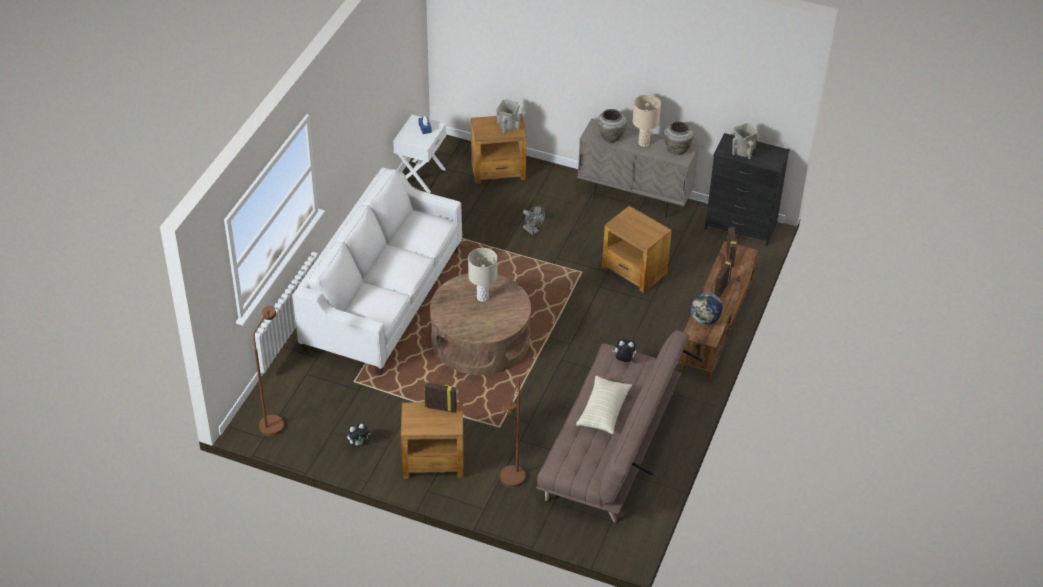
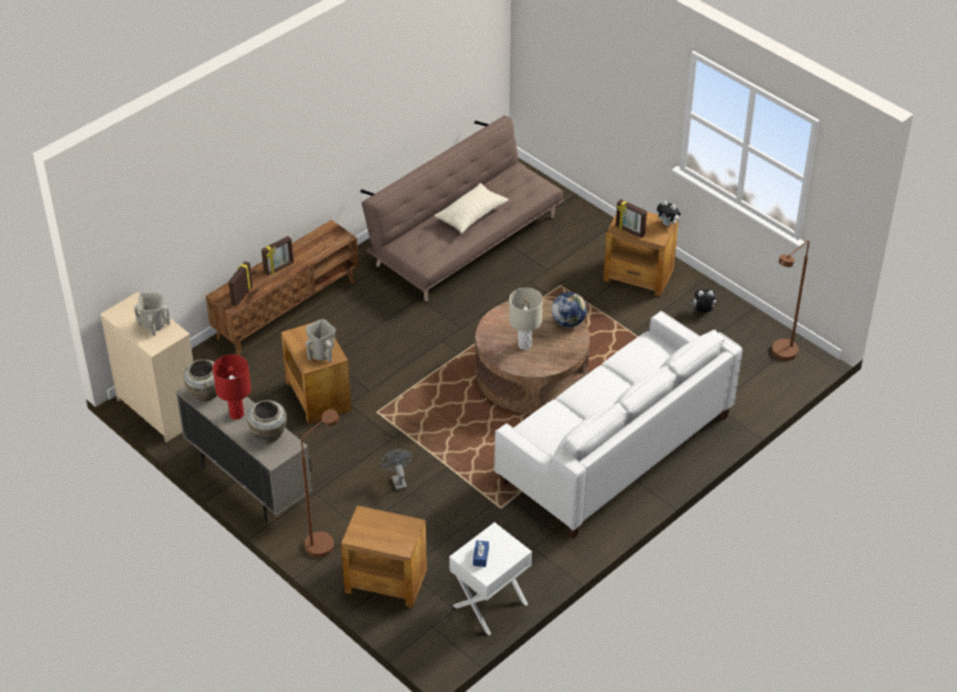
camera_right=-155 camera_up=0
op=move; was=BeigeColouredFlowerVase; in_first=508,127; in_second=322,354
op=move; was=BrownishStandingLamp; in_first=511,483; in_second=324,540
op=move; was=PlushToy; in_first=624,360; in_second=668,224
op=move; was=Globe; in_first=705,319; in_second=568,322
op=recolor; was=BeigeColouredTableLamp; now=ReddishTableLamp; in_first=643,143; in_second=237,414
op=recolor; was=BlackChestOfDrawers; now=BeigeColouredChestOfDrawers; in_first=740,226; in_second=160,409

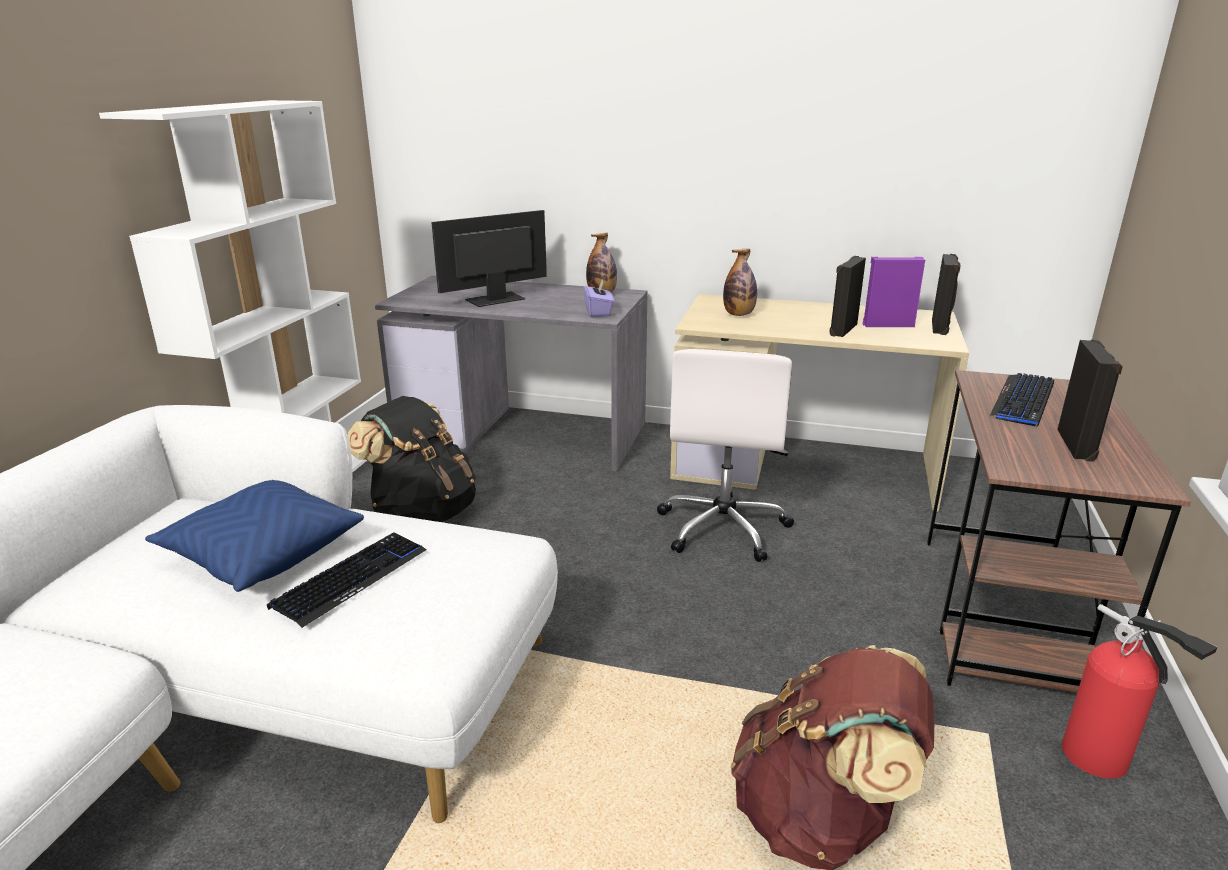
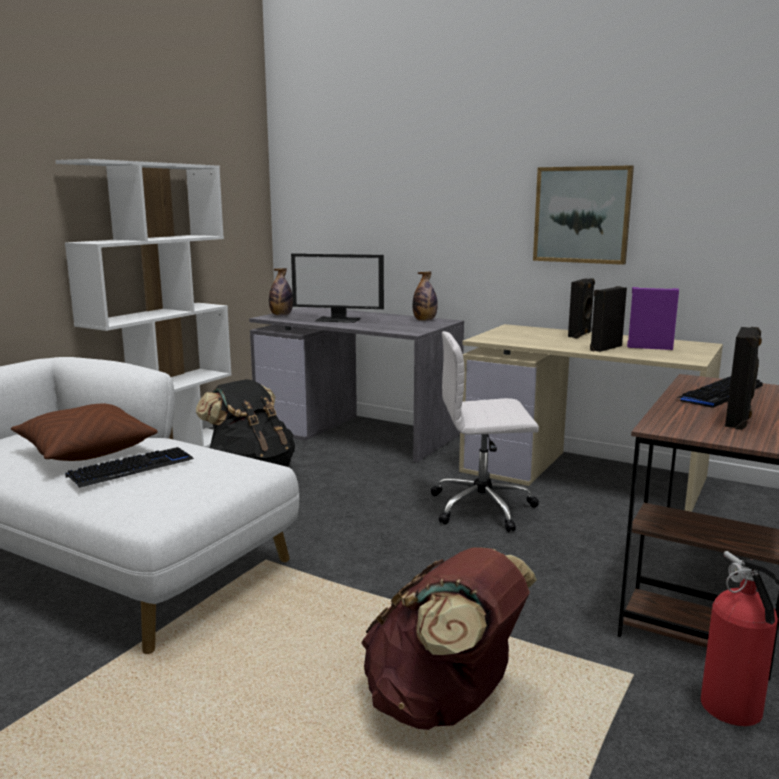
camera_right=15 camera_up=-10
op=delete; was=PurplishTissueHolder; in_first=598,312
op=insert; now=Picture; in_second=582,215
op=move; was=DrinkBottle; in_first=739,314; in_second=281,315
op=move; was=BlackLoudspeaker; in_first=940,327; in_second=580,335
op=recolor; was=BluePillow; now=BrownishPillow; in_first=262,553; in_second=85,450
op=rotate; was=ComputerDisplay; in_first=495,300; in_second=338,319; clockwise=-150
op=rotate; was=WhitishDeskChair; in_first=723,527; in_second=484,507; clockwise=60

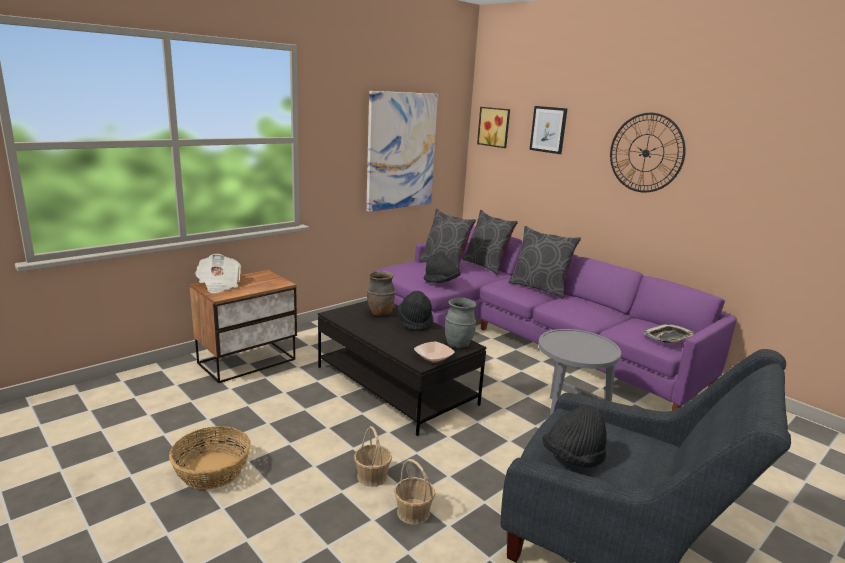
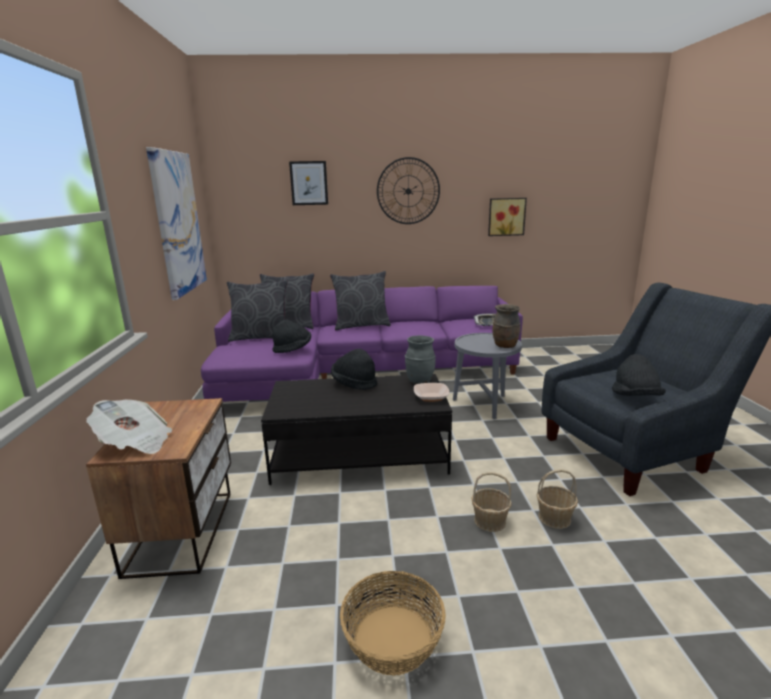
camera_right=-50 camera_up=0
op=move; was=BrownishFlowerVase; in_first=380,313; in_second=505,346
op=move; was=Picture; in_first=494,127; in_second=506,216

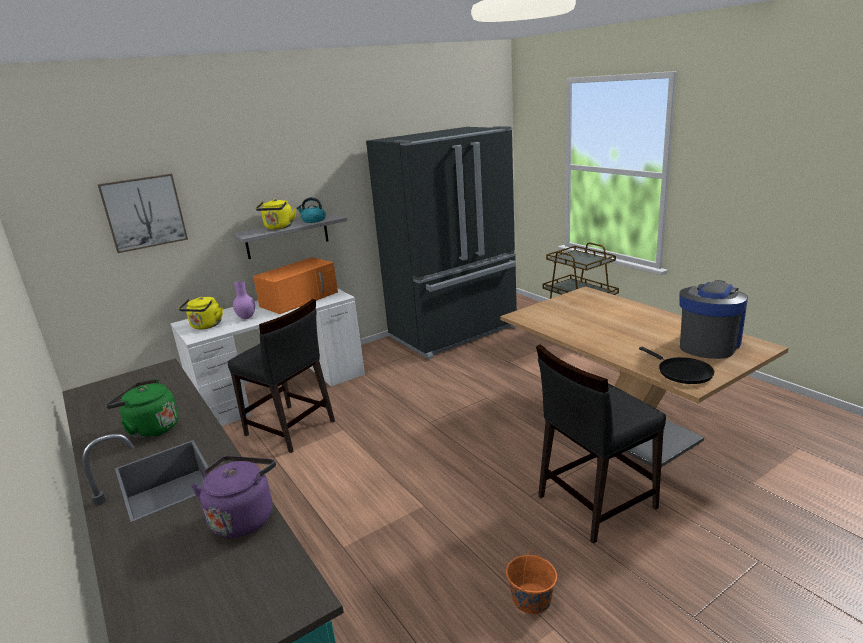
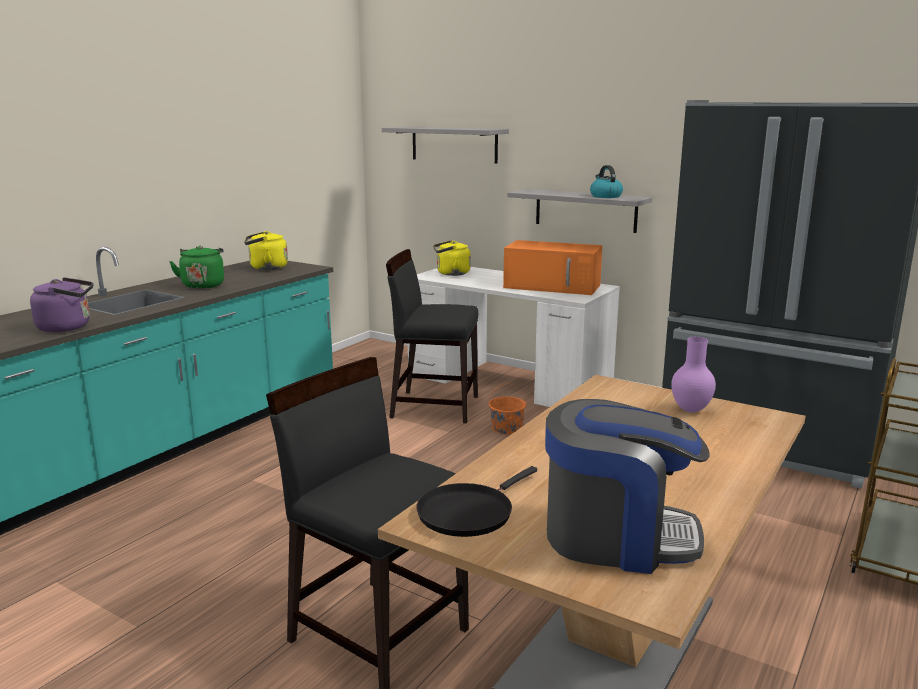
camera_right=65 camera_up=-5
op=move; was=PurplishFlowerVase; in_first=246,318; in_second=690,409
op=move; was=YellowishWaterKettle; in_first=278,227; in_second=266,268
op=move; was=OrangeBucket; in_first=531,599; in_second=506,429
op=replace; was=Picture; now=GreyShelf; in_first=144,212; in_second=454,144
op=rotate; was=BlackChair; in_first=290,428; in_second=434,406; clockwise=90

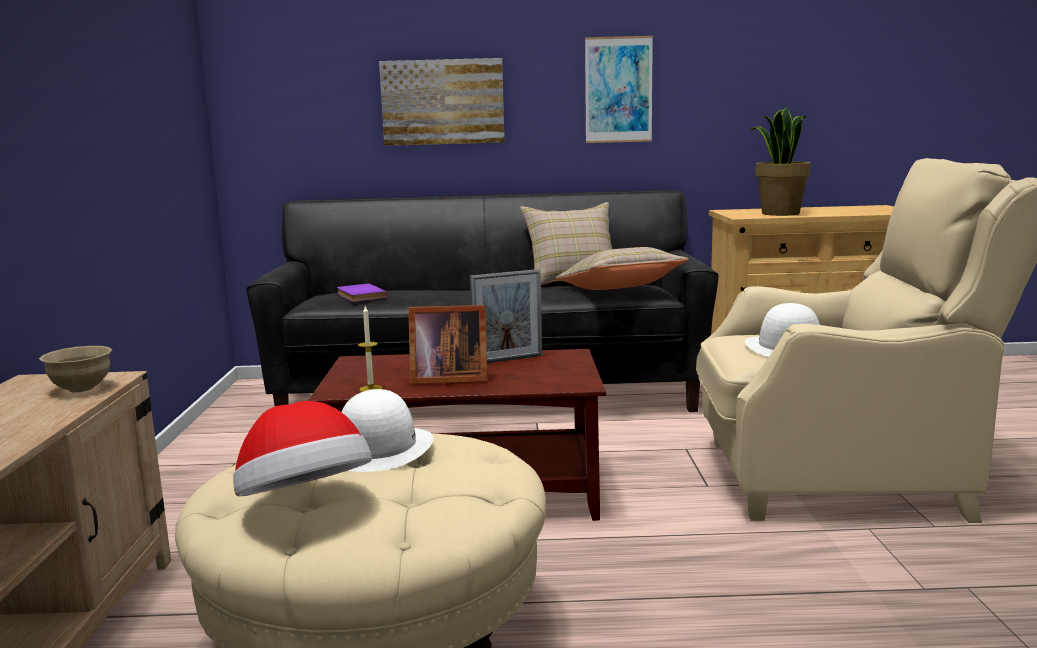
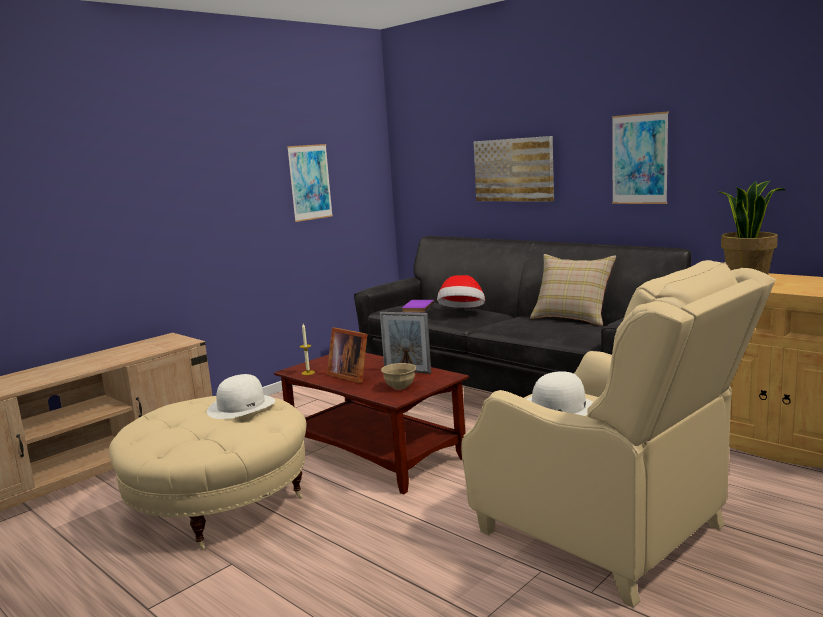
camera_right=45 camera_up=0
op=delete; was=BeigeColouredPillow; in_first=619,290
op=insert; now=Picture; in_second=310,182
op=move; was=BeigeColouredDeepDish; in_first=81,389; in_second=400,387
op=move; was=ClothingHat; in_first=305,504; in_second=462,312

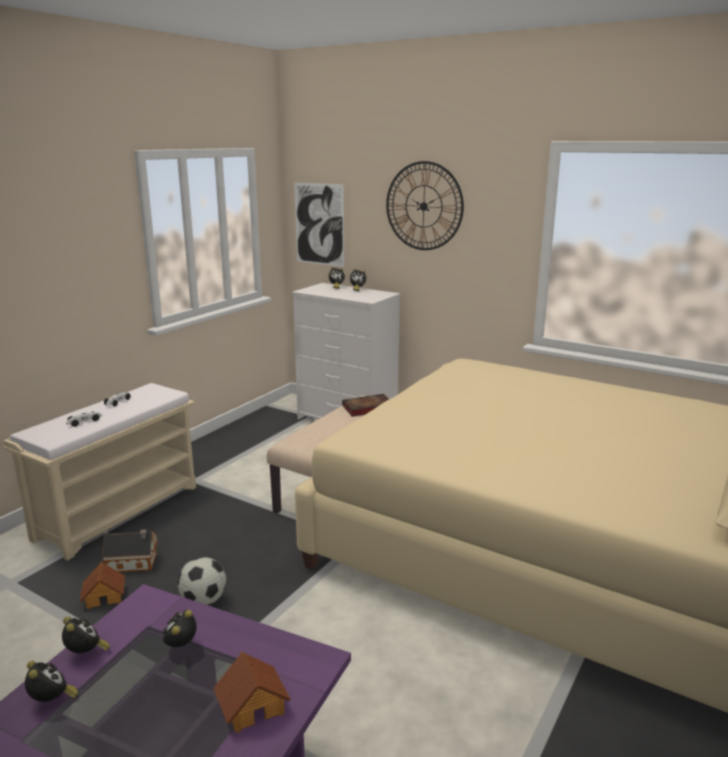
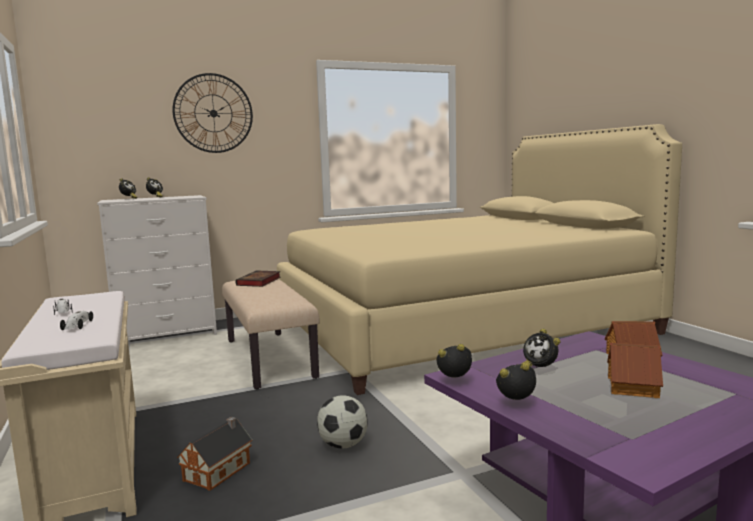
camera_right=-55 camera_up=-10
op=delete; was=Picture; in_first=319,224
op=move; was=AlarmClock; in_first=52,701; in_second=455,381
op=move; was=ToyHouse; in_first=104,596; in_second=631,387

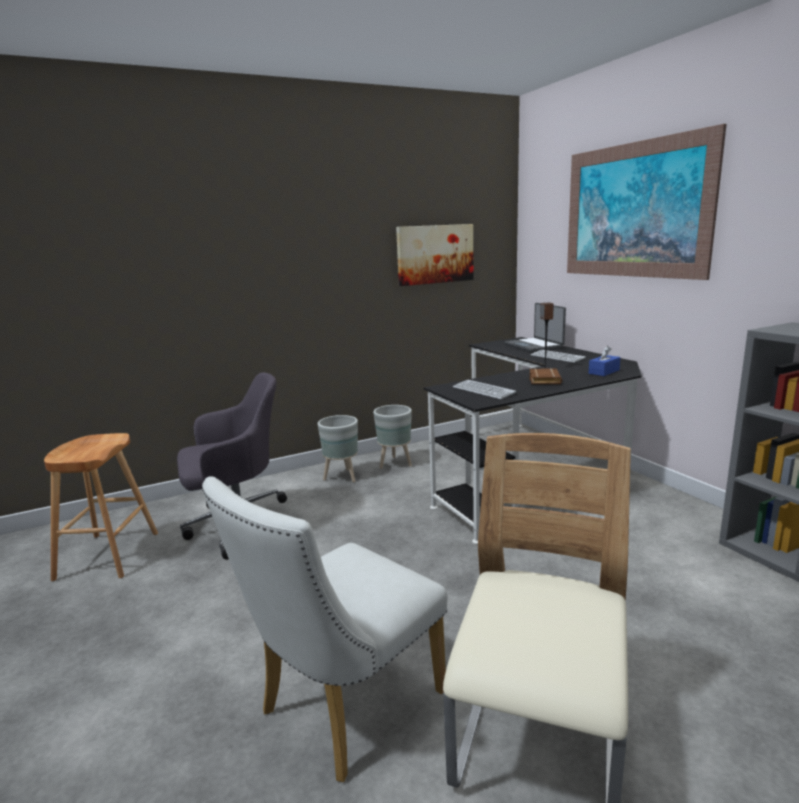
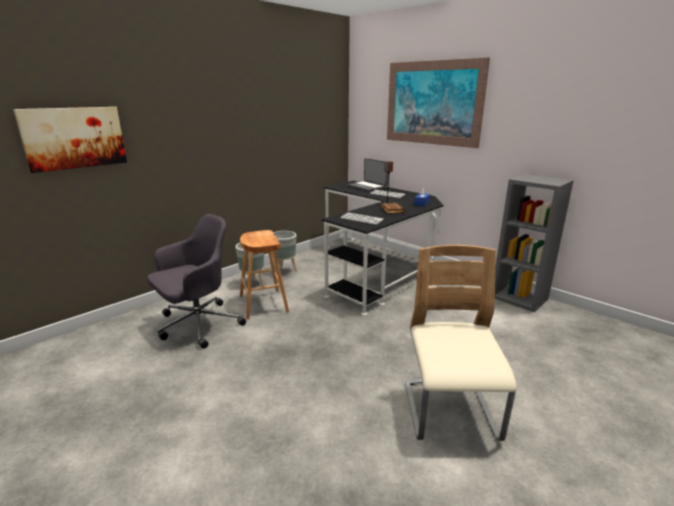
camera_right=-20 camera_up=5
op=delete; was=WhitishChair; in_first=342,709
op=move; was=BrownishStoolSeat; in_first=108,556; in_second=263,304
op=move; was=Picture; in_first=435,254; in_second=74,138

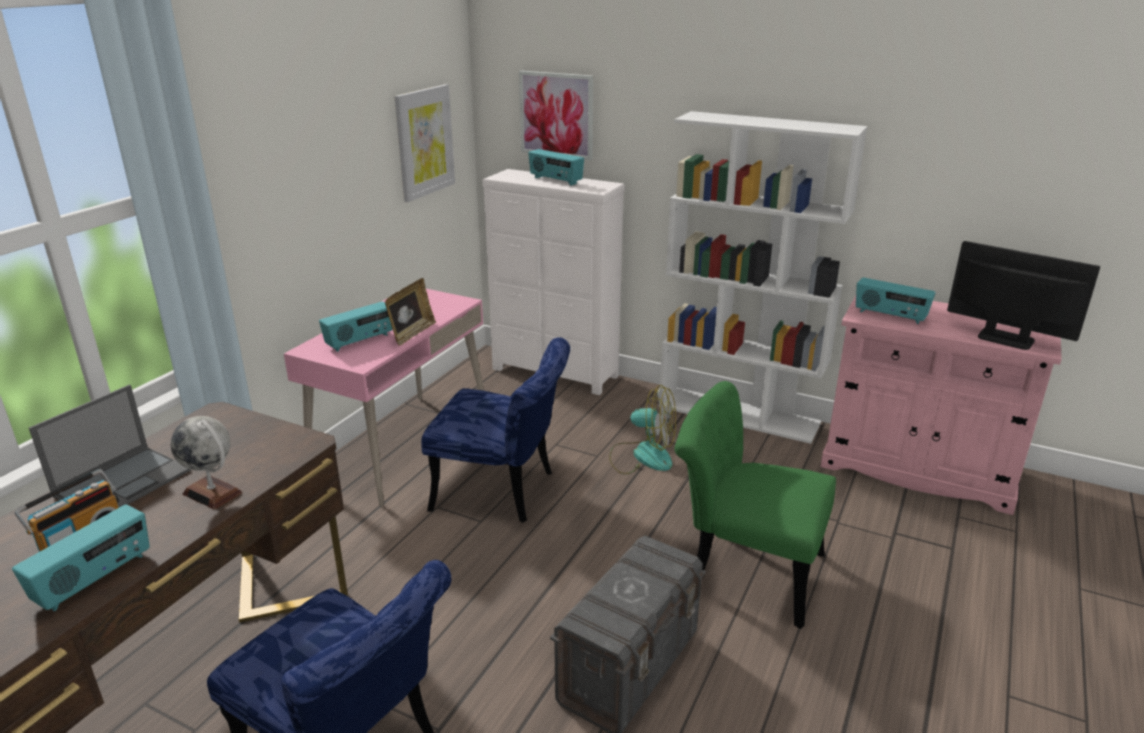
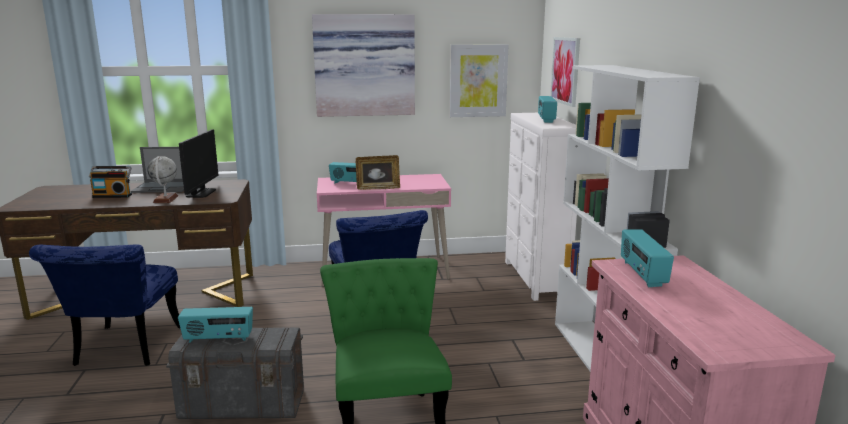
camera_right=55 camera_up=-10
op=delete; was=ElectricFan; in_first=642,456
op=insert; now=Picture; in_second=364,65
op=move; was=RadioReceiver; in_first=95,579; in_second=218,339
op=move; was=ComputerDisplay; in_first=1005,339; in_second=201,193

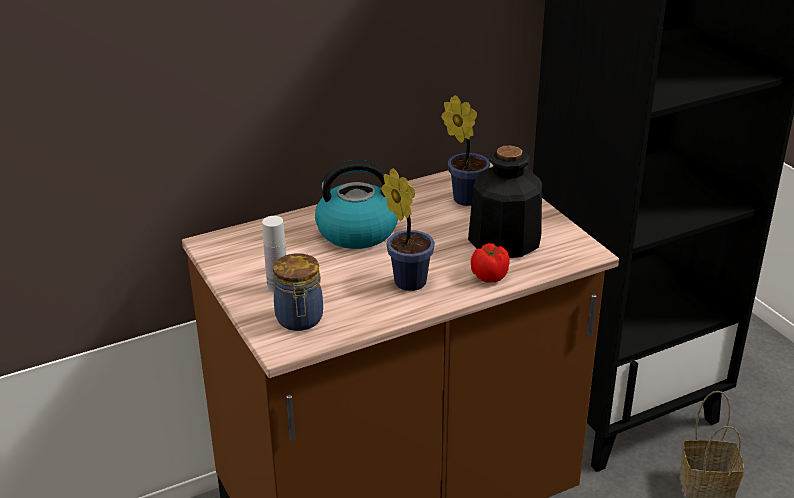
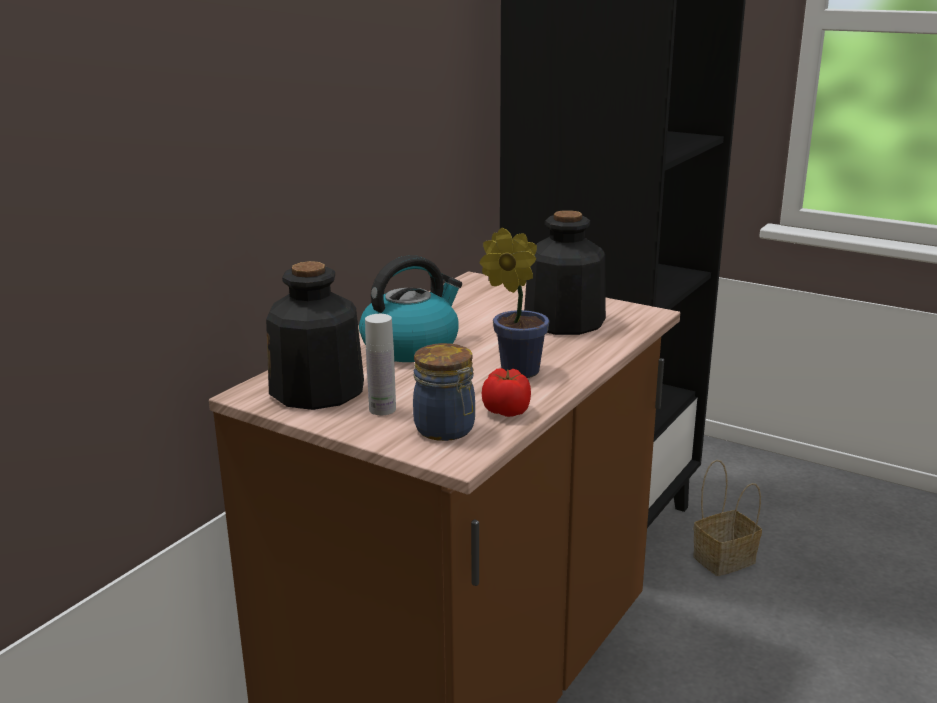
camera_right=-30 camera_up=-10
op=delete; was=PlantInAPot; in_first=464,197
op=insert; now=DrinkBottle; in_second=317,391
op=move; was=FreshTomato; in_first=490,276; in_second=507,410

